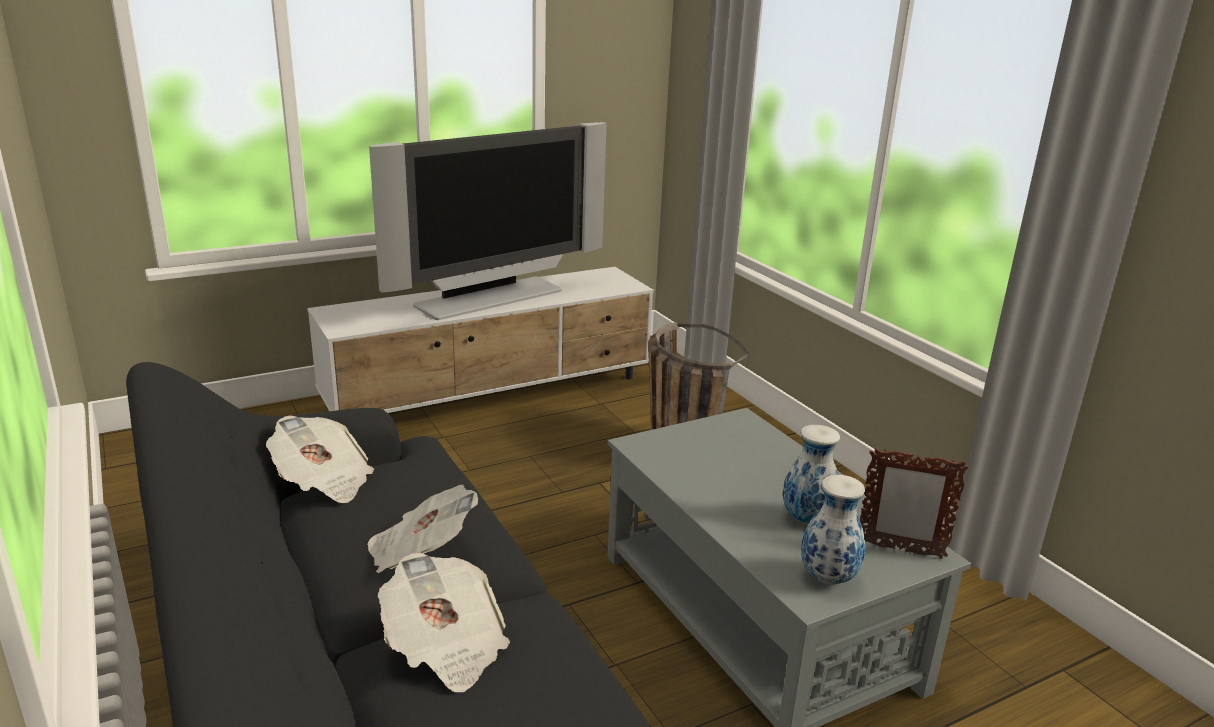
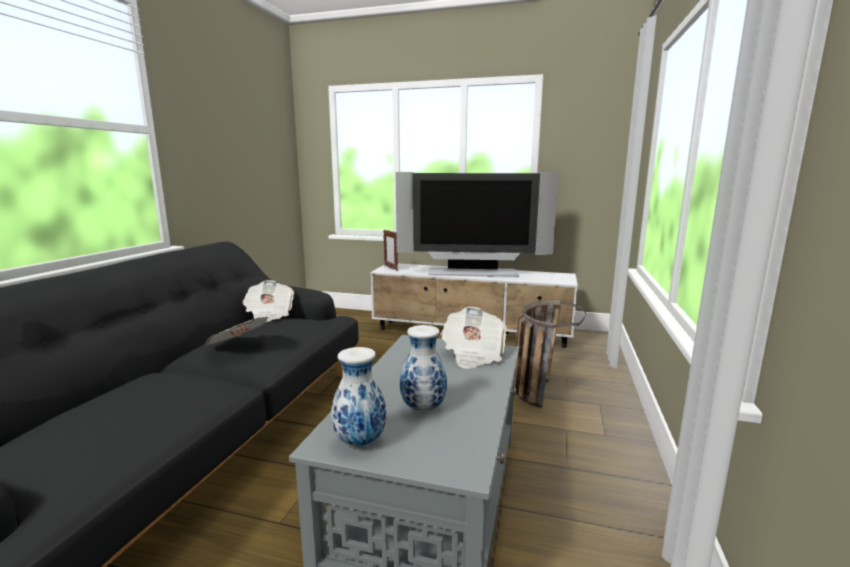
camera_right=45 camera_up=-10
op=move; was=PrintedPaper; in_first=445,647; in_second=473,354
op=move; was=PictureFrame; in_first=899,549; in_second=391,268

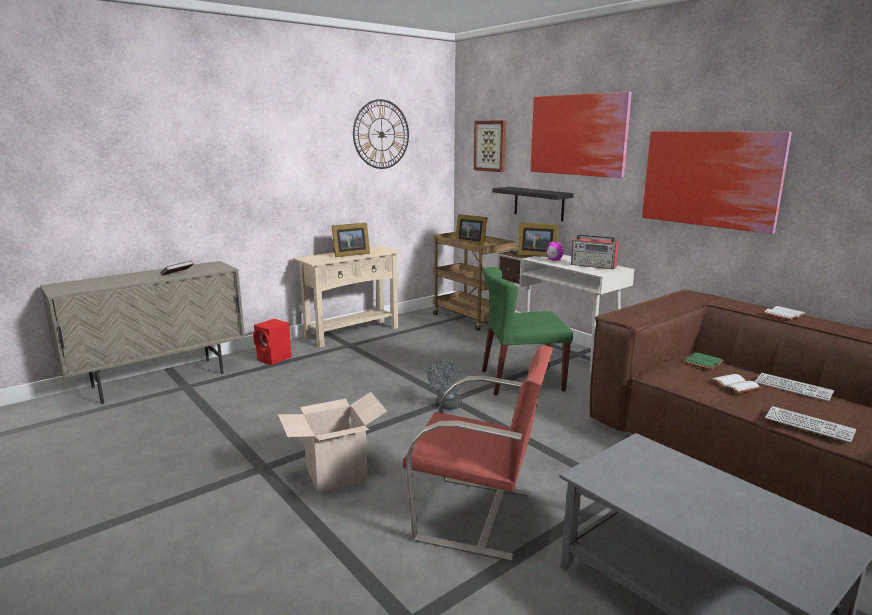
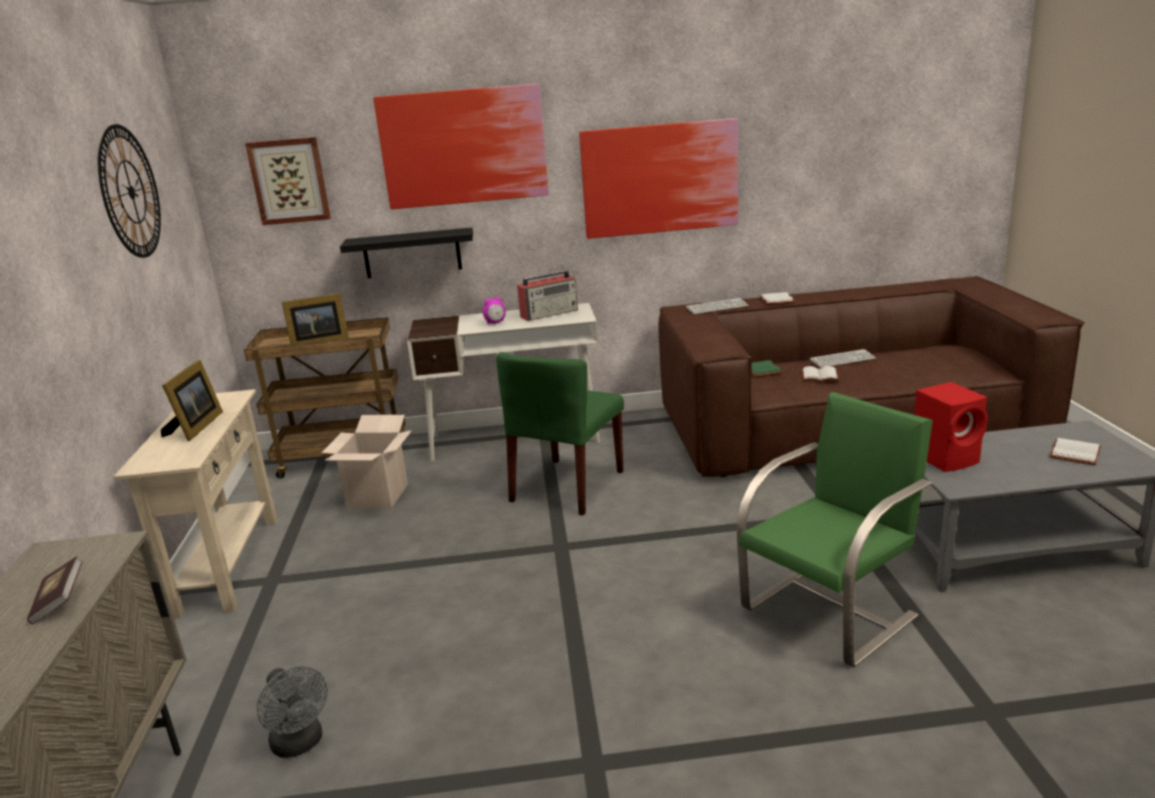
camera_right=-55 camera_up=5
op=delete; was=PictureFrame; in_first=536,255
op=insert; now=WhitishBook; in_second=1073,452
op=move; was=ReddishLoudspeaker; in_first=274,359; in_second=947,458
op=move; was=PackingBox; in_first=336,474; in_second=377,496
op=move; was=GreyElectricFan; in_first=447,406; in_second=300,744
op=move; was=Keyboard; in_first=809,425; in_second=717,307
op=recolor; was=ReddishChair; now=GreenChair; in_first=477,516; in_second=830,611

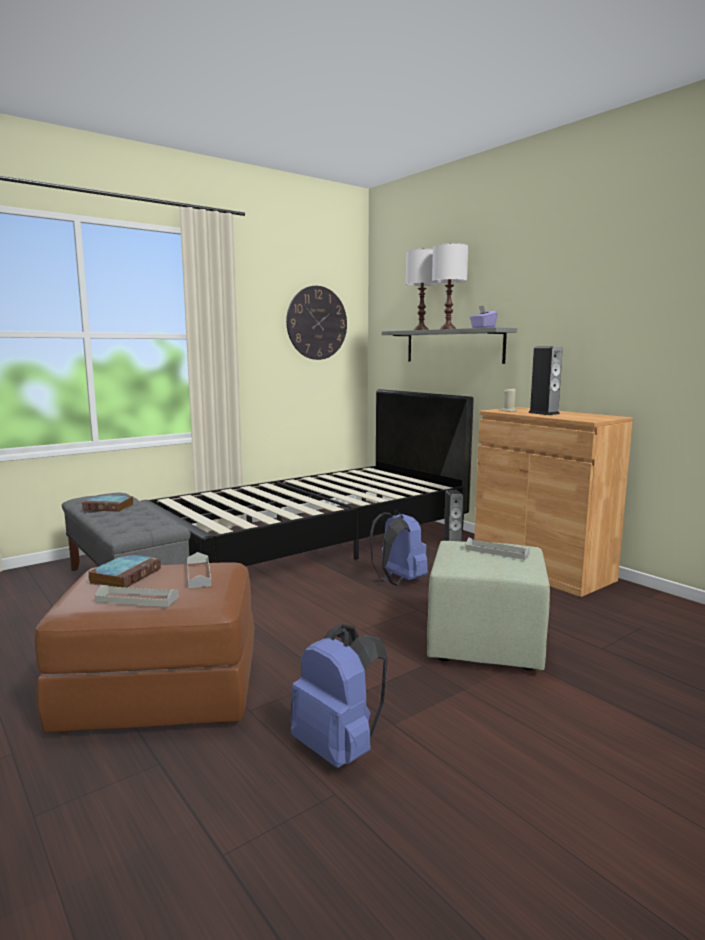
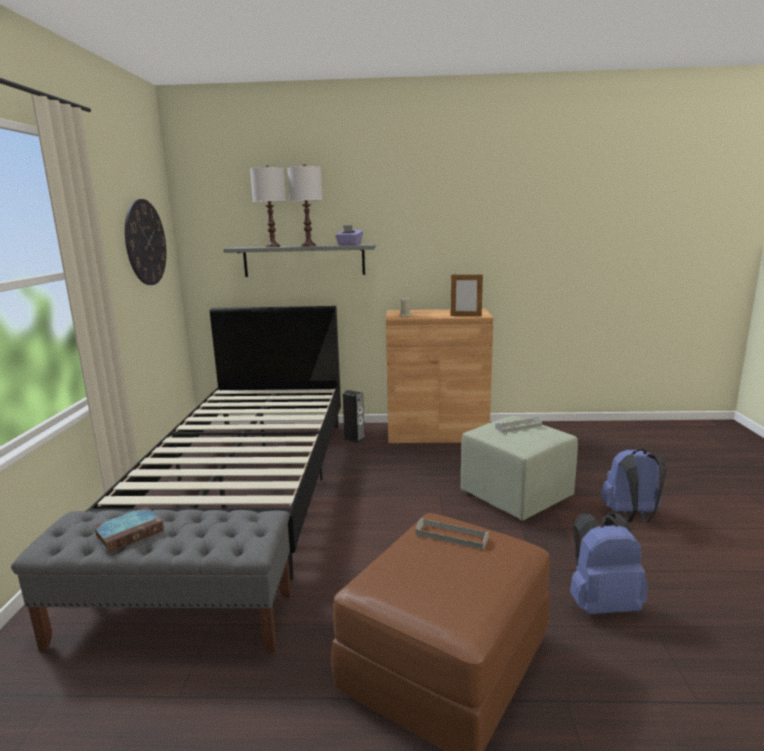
camera_right=-50 camera_up=5
op=delete; was=Book; in_first=126,575
op=delete; was=GreyCarryingTray; in_first=137,599
op=delete; was=Loudspeaker; in_first=543,413
op=insert; now=PictureFrame; in_second=466,316
op=move; was=BlueKnapsack; in_first=398,580; in_second=631,516

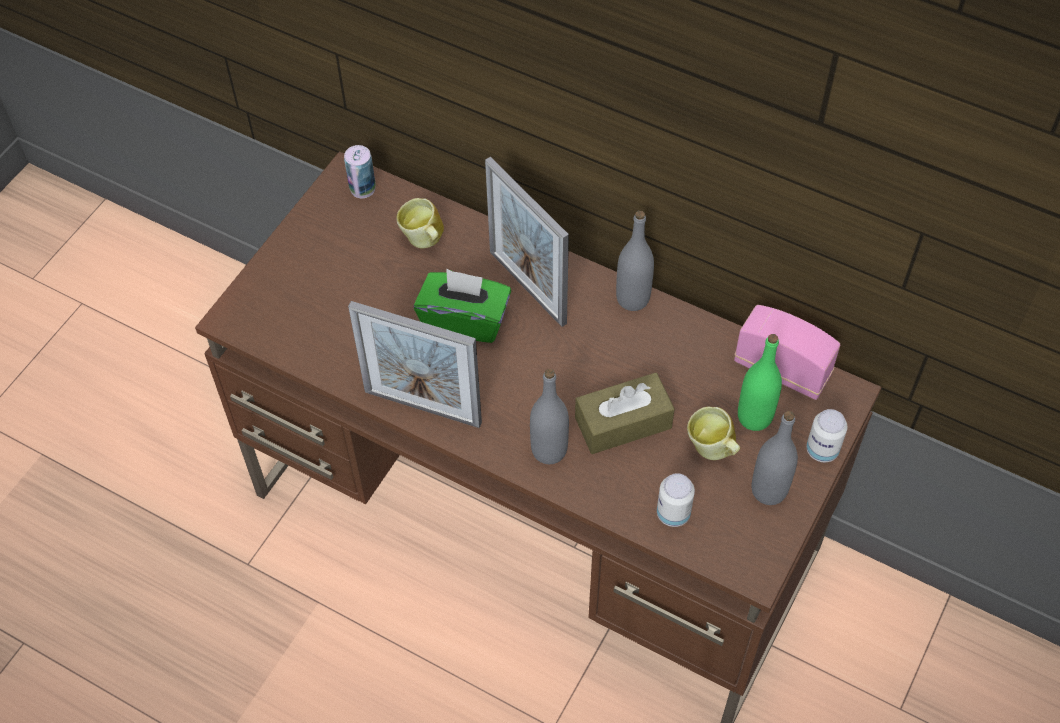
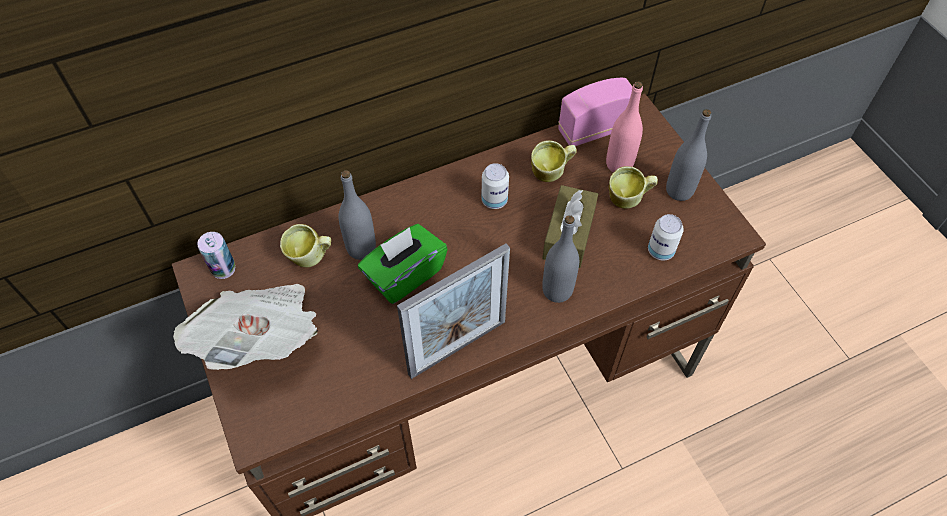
camera_right=-55 camera_up=0
op=delete; was=PictureFrame; in_first=527,287
op=insert; now=PrintedPaper; in_second=261,338
op=insert; now=CoffeeMug; in_second=551,174
op=move; was=GreyDrinkBottle; in_first=632,298; in_second=361,248
op=move; was=Can; in_first=822,450; in_second=494,200
op=recolor; was=GreenDrinkBottle; now=PinkDrinkBottle; in_first=754,417; in_second=619,164

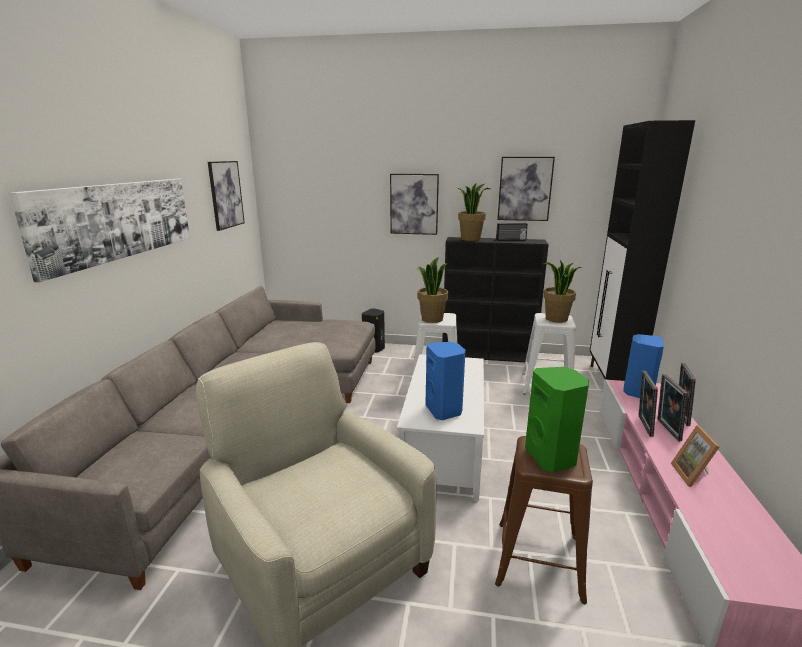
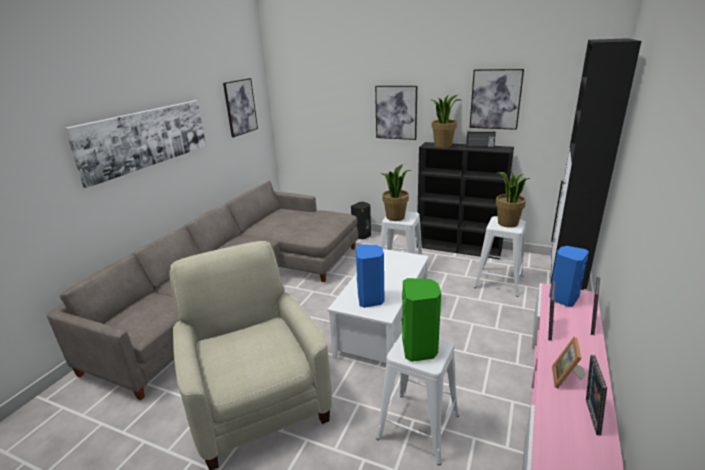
camera_right=15 camera_up=5
op=move; was=PictureFrame; in_first=666,430; in_second=589,416
op=recolor; was=BrownishStoolSeat; now=WhitishStoolSeat; in_first=538,560; in_second=418,426

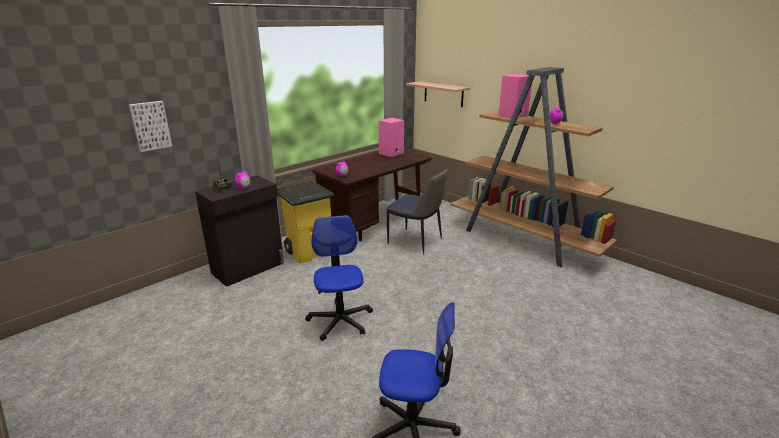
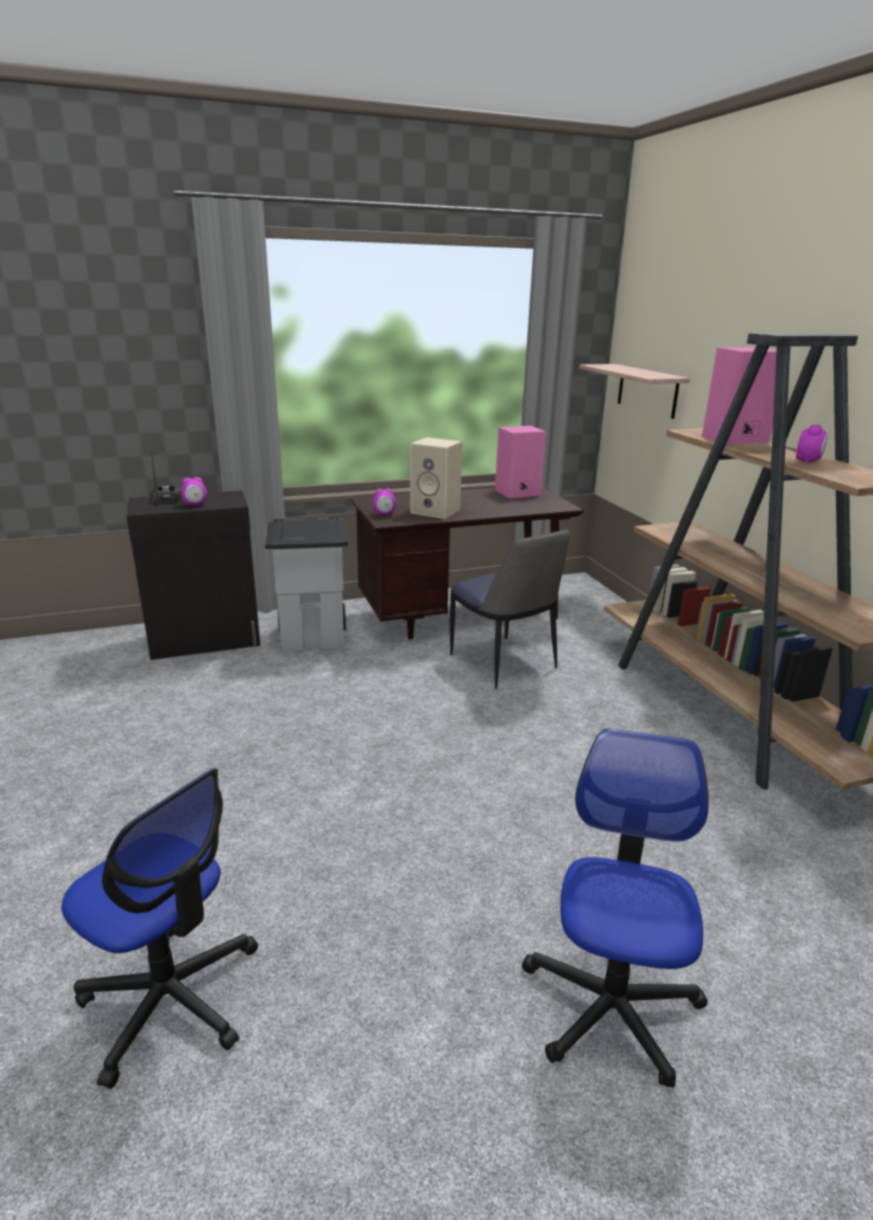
camera_right=25 camera_up=0
op=delete; was=Picture; in_first=150,125
op=insert; now=BeigeColouredLoudspeaker; in_second=436,511
op=move; was=DeskChair; in_first=340,320; in_second=611,1005
op=recolor; was=YellowishRubbishBin; now=GreyRubbishBin; in_first=309,252; in_second=314,637

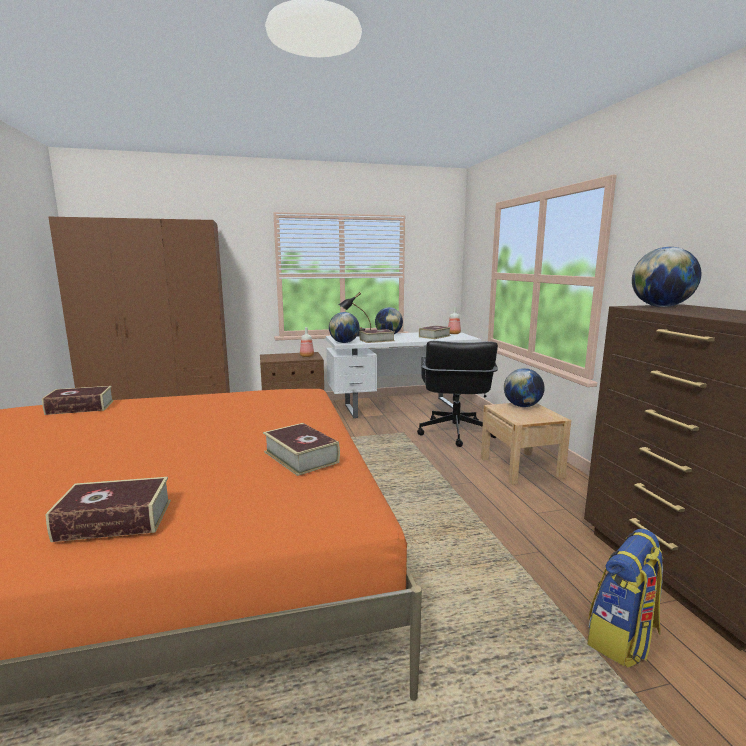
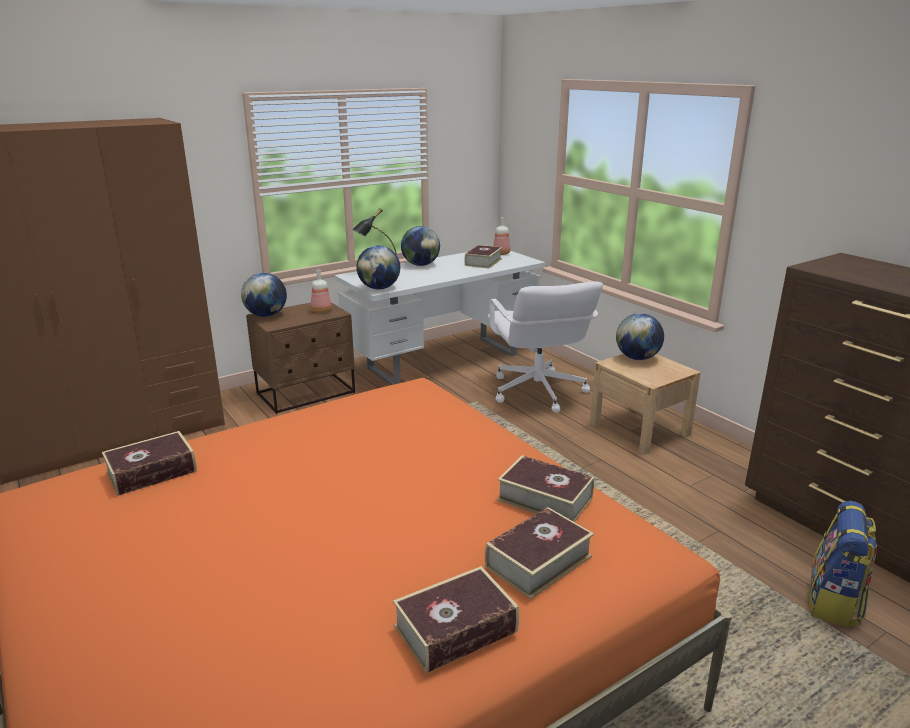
camera_right=-20 camera_up=10
op=move; was=Book; in_first=377,340; in_second=538,561
op=move; was=Globe; in_first=661,306; in_second=266,315
op=recolor; was=BlackDeskChair; now=WhitishDeskChair; in_first=455,433; in_second=537,392

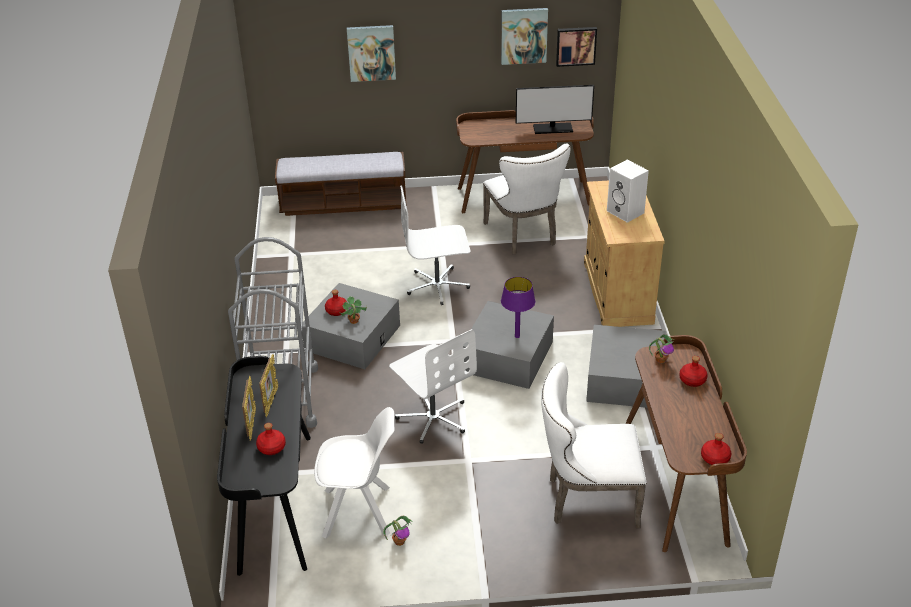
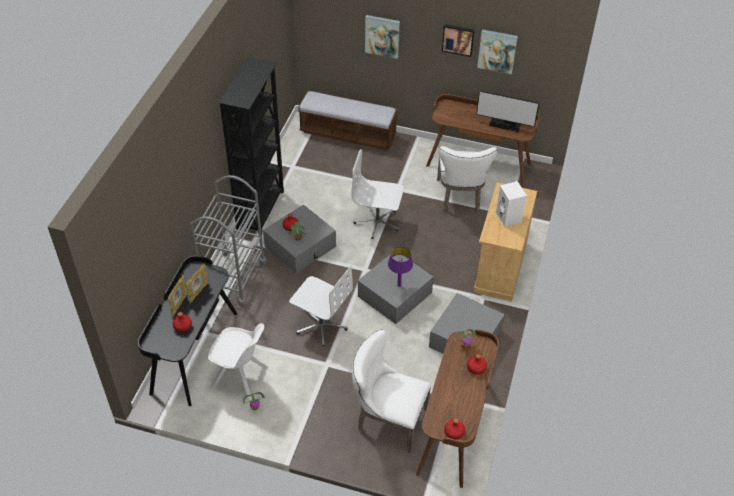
camera_right=20 camera_up=10
op=insert; now=BlackBookcase; in_second=261,210
op=move; was=Picture; in_first=576,45; in_second=458,39
op=rotate; was=WhitishDeskChair; in_first=433,417; in_second=321,325; clockwise=-45

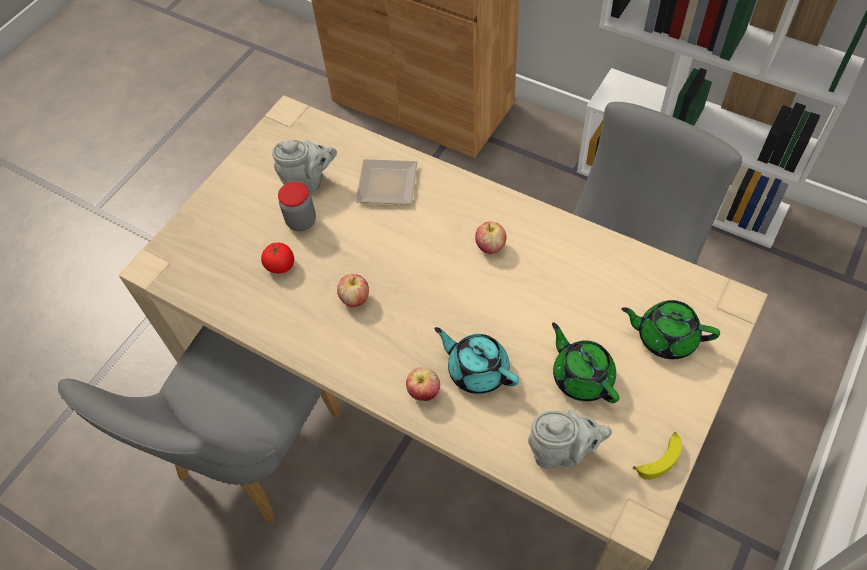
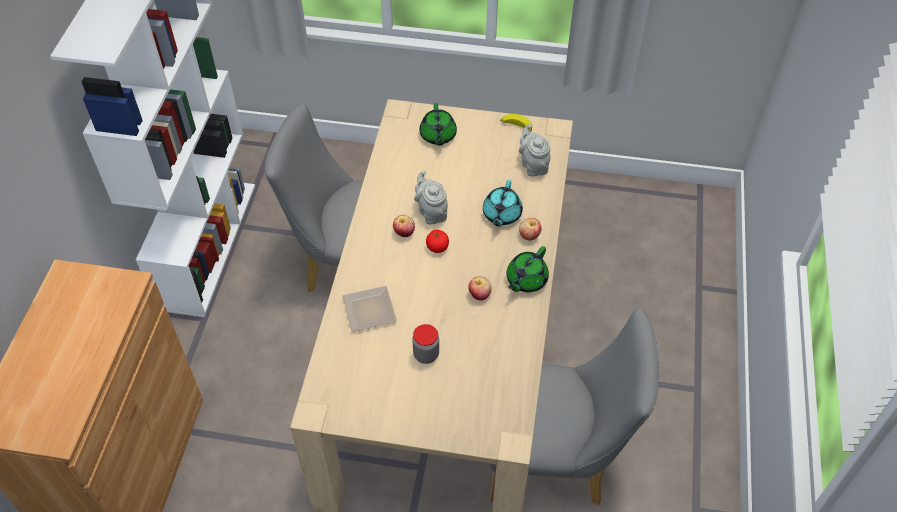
camera_right=-115 camera_up=-5
op=move; was=FreshTomato; in_first=280,265; in_second=437,247
op=move; was=GreyPotForTea; in_first=308,181; in_second=431,212
op=move; was=GreenPotForTea; in_first=582,376; in_second=526,280

